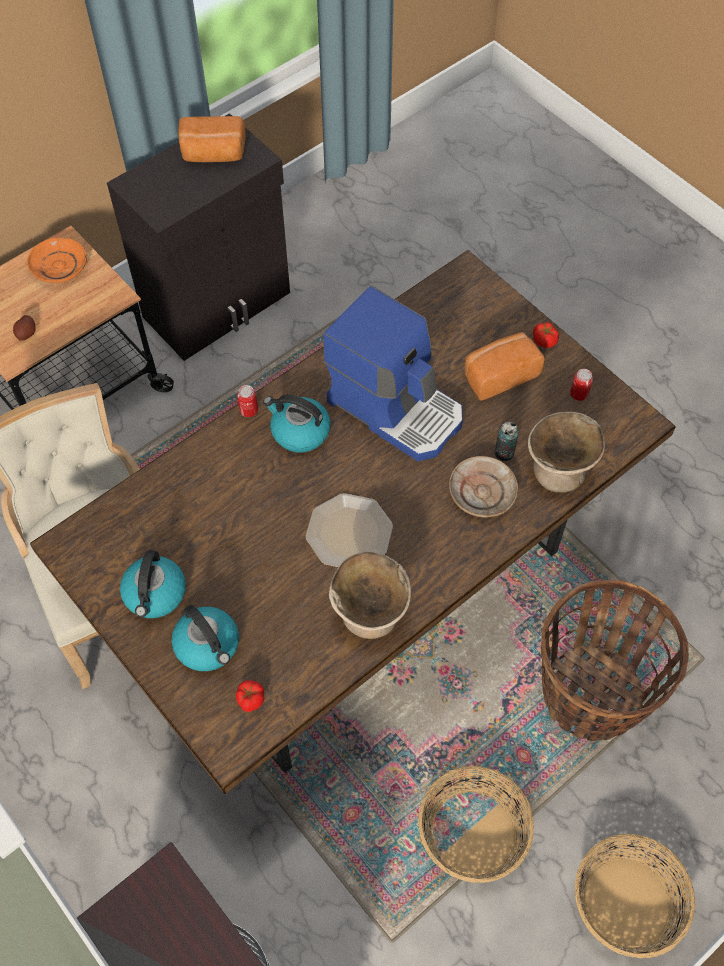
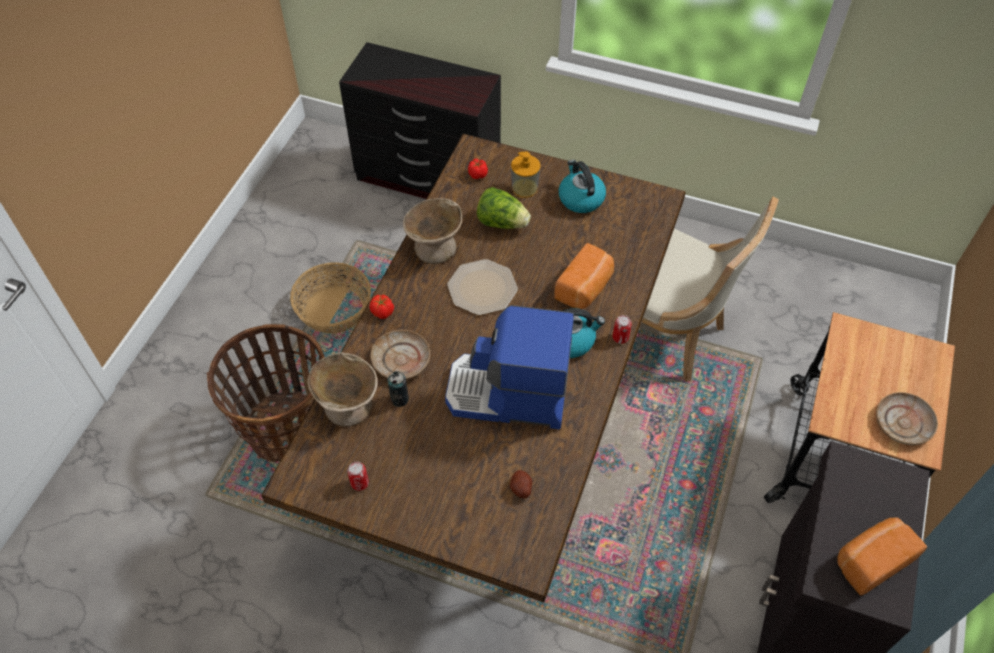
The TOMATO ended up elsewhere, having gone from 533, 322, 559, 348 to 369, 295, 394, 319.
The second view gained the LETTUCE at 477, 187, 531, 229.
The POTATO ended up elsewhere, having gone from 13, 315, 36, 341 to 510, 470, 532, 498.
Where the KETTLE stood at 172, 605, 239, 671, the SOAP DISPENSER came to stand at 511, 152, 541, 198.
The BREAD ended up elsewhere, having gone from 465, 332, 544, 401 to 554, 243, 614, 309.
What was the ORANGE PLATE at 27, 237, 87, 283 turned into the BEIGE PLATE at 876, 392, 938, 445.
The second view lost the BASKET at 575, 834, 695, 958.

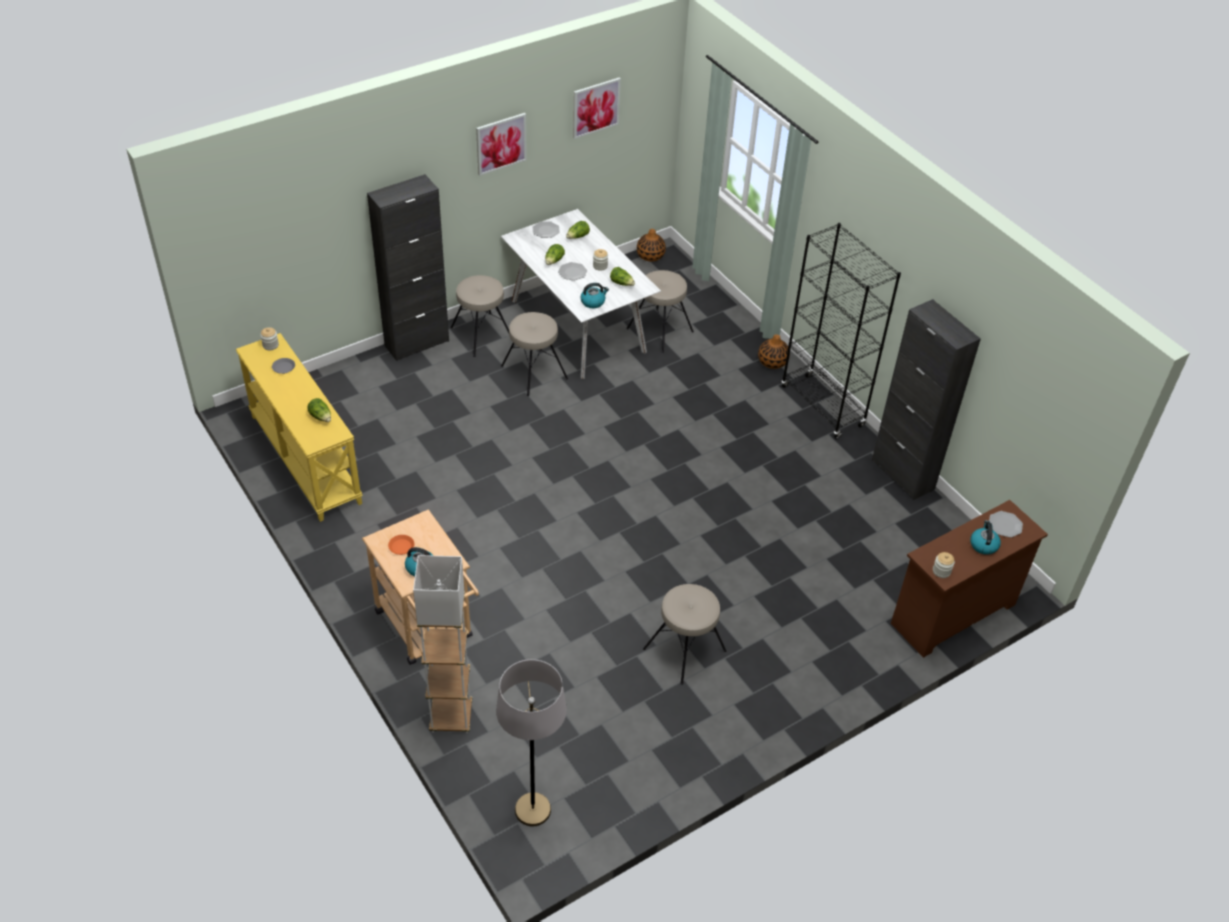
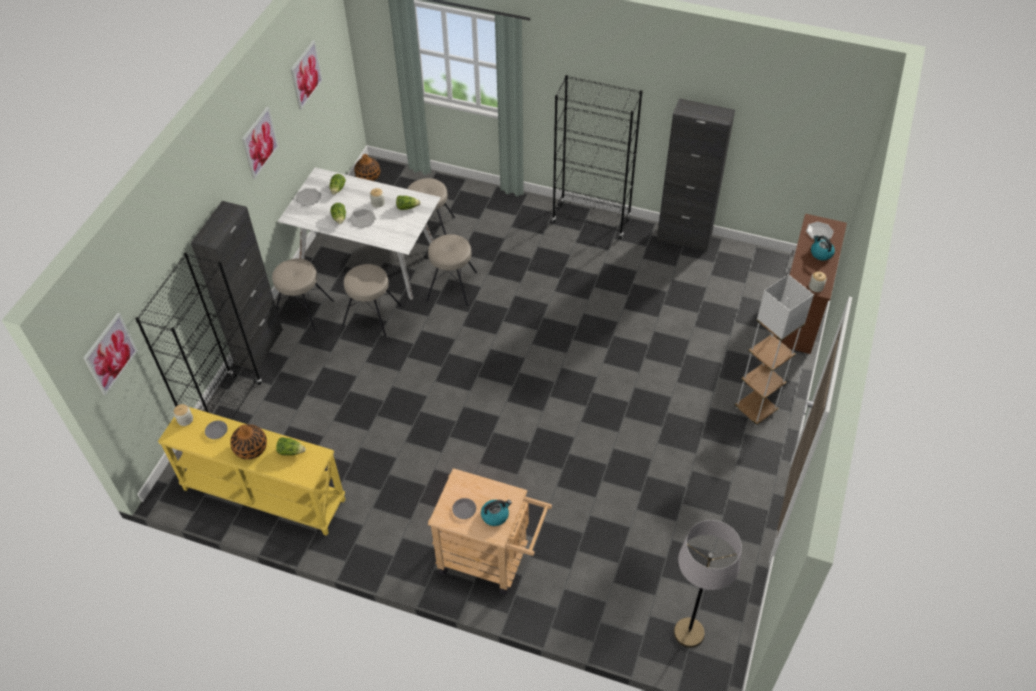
The second view gained the PICTURE at 83, 313, 138, 396.
The second view gained the BLACK BOOKCASE at 135, 252, 261, 420.
The VASE ended up elsewhere, having gone from 758, 334, 790, 369 to 230, 424, 267, 460.
The BEIGE STOOL ended up elsewhere, having gone from 643, 584, 727, 685 to 426, 234, 477, 306.
What was the ORANGE PLATE at 388, 535, 414, 555 turned into the GREY PLATE at 452, 498, 476, 519.
The WHITE FLOOR LAMP ended up elsewhere, having gone from 413, 555, 472, 733 to 735, 274, 814, 426.
The second view lost the KETTLE at 580, 283, 609, 308.

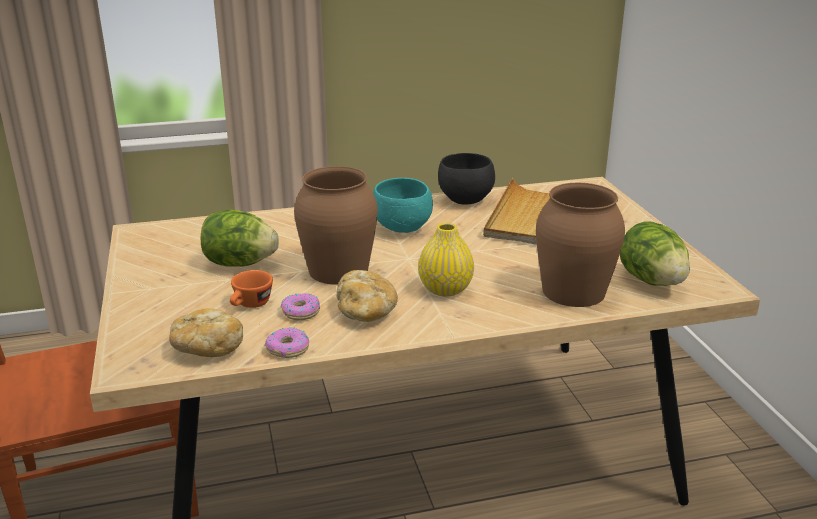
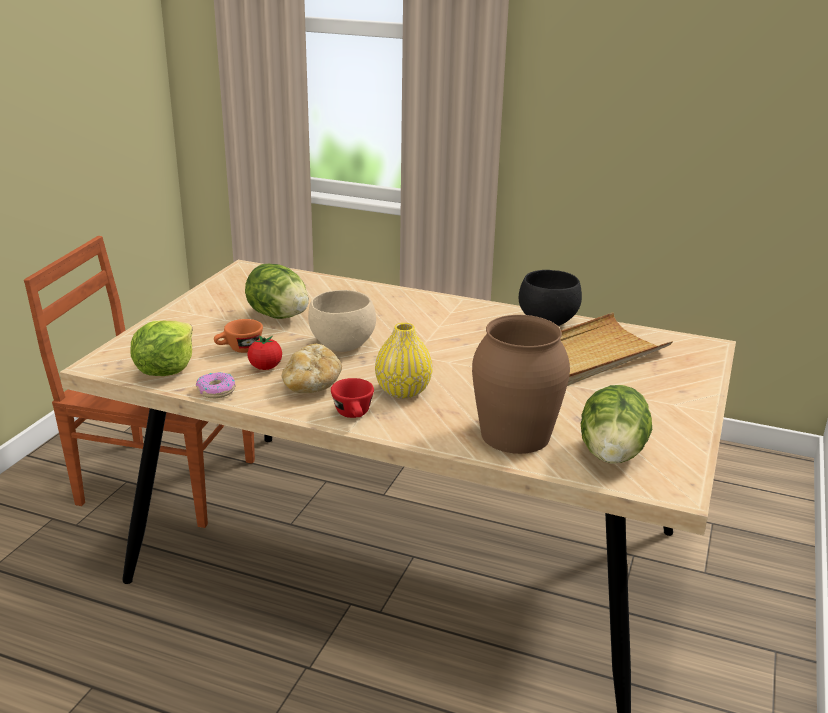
Where the BREAD stood at 169, 308, 243, 357, the LETTUCE came to stand at 130, 321, 193, 376.
Where the DONUT stood at 281, 293, 320, 320, the TOMATO came to stand at 247, 336, 282, 370.
Where the BROWN VASE stood at 294, 166, 378, 285, the BEIGE BOWL came to stand at 308, 290, 376, 352.
The second view gained the RED CUP at 331, 378, 374, 418.
The second view lost the TURQUOISE BOWL at 373, 178, 433, 233.

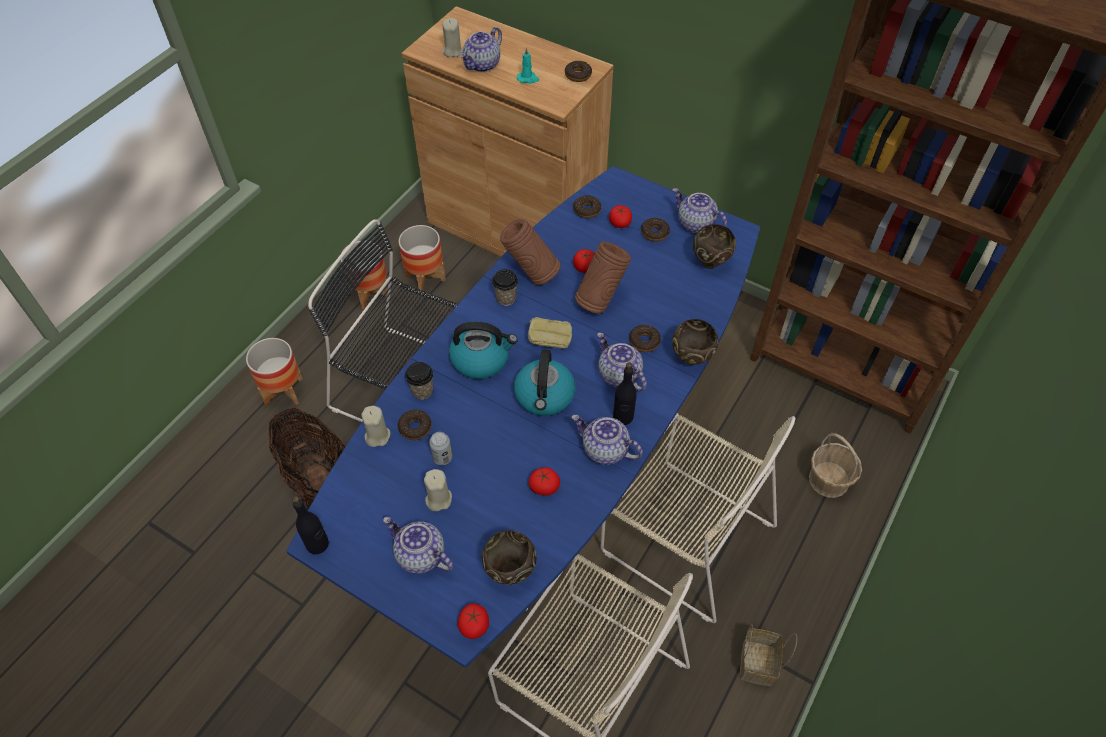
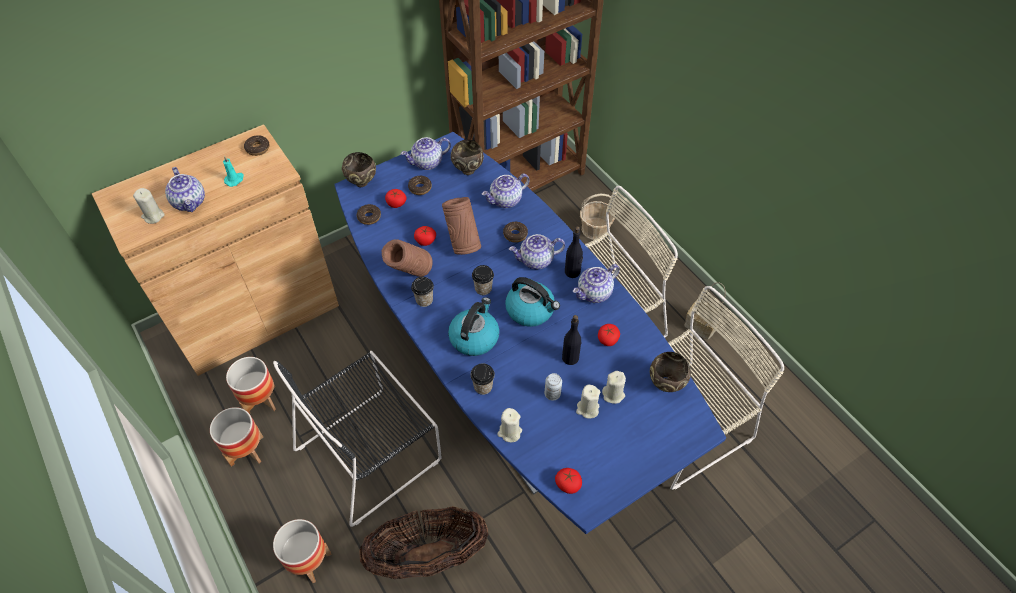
The BROWN BOWL ended up elsewhere, having gone from 672, 319, 719, 365 to 342, 152, 376, 187.
Where the BREAD stood at 528, 317, 572, 349, the CUP came to stand at 472, 265, 494, 295.
The TEAPOT ended up elsewhere, having gone from 383, 517, 453, 574 to 482, 174, 530, 208.
The TOMATO ended up elsewhere, having gone from 458, 603, 489, 639 to 555, 468, 582, 494.
The BLACK BOTTLE ended up elsewhere, having gone from 292, 496, 329, 554 to 562, 315, 581, 365.
The second view gained the BEIGE CANDLE at 602, 371, 626, 404.
The second view lost the DONUT at 398, 410, 432, 440.

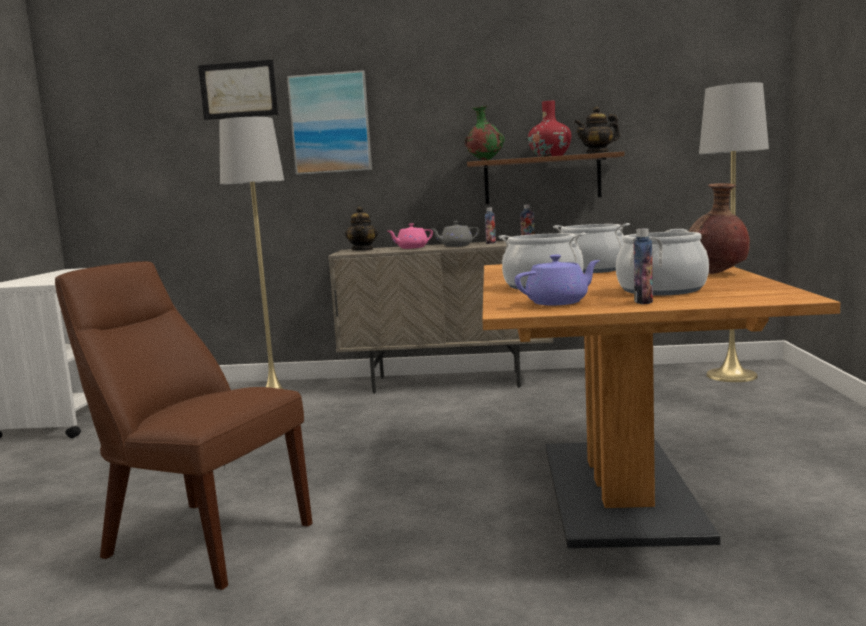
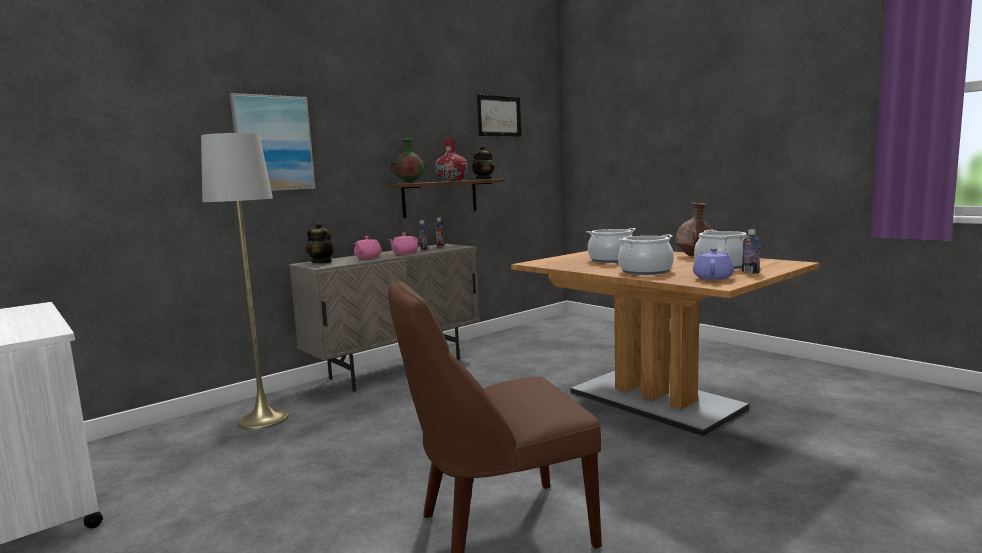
What was the GREY TEAPOT at 430, 221, 479, 247 turned into the PINK TEAPOT at 389, 233, 418, 254.
The PICTURE ended up elsewhere, having gone from 198, 59, 278, 120 to 477, 95, 521, 137.
The second view lost the GREY FLOOR LAMP at 699, 82, 769, 382.

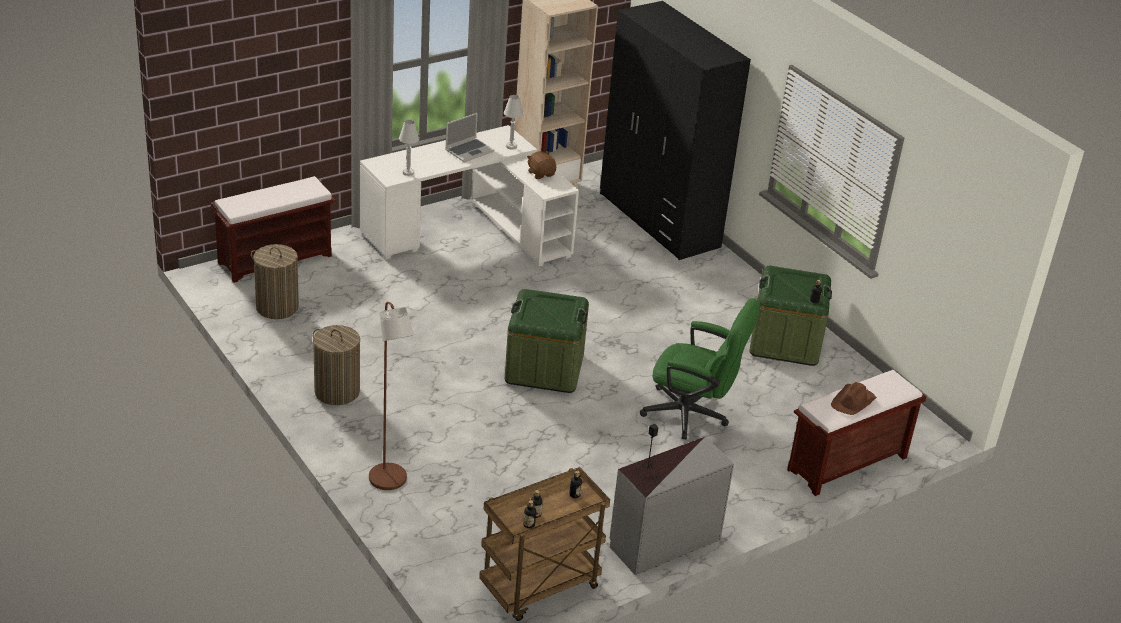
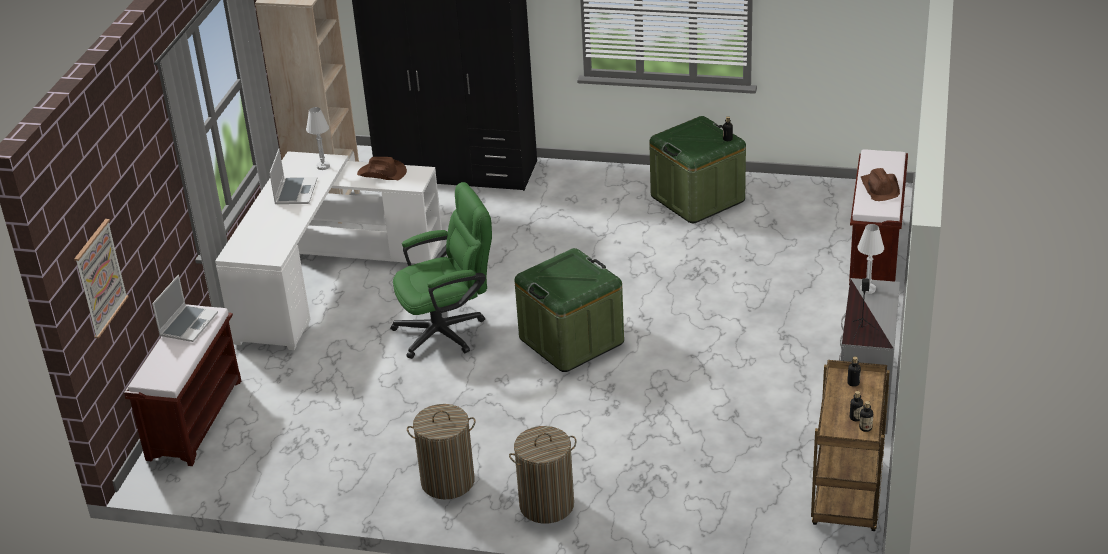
The second view gained the PICTURE at 74, 219, 128, 338.
The second view gained the LAPTOP at 152, 275, 218, 342.
Where the BROWN PLUSH TOY stood at 527, 151, 556, 179, the BROWN HAT came to stand at 357, 157, 407, 180.
The GREEN OFFICE CHAIR ended up elsewhere, having gone from 640, 298, 760, 440 to 390, 182, 492, 359.
The LAUNDRY BASKET ended up elsewhere, having gone from 251, 244, 300, 319 to 509, 426, 577, 524.
The WHITE TABLE LAMP ended up elsewhere, having gone from 399, 120, 419, 176 to 857, 224, 884, 294.
The second view lost the BROWN FLOOR LAMP at 369, 302, 414, 490.

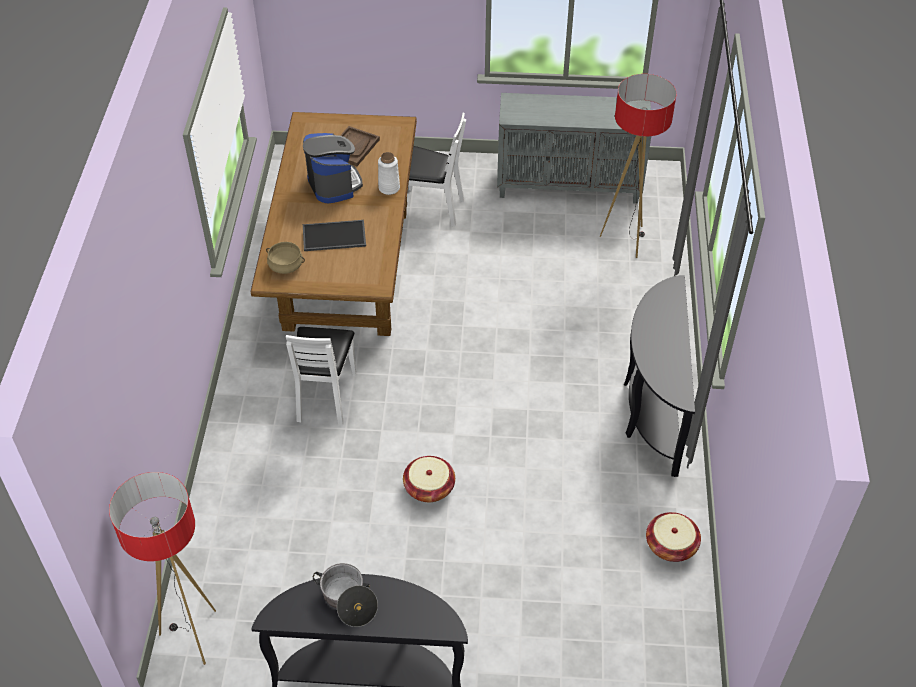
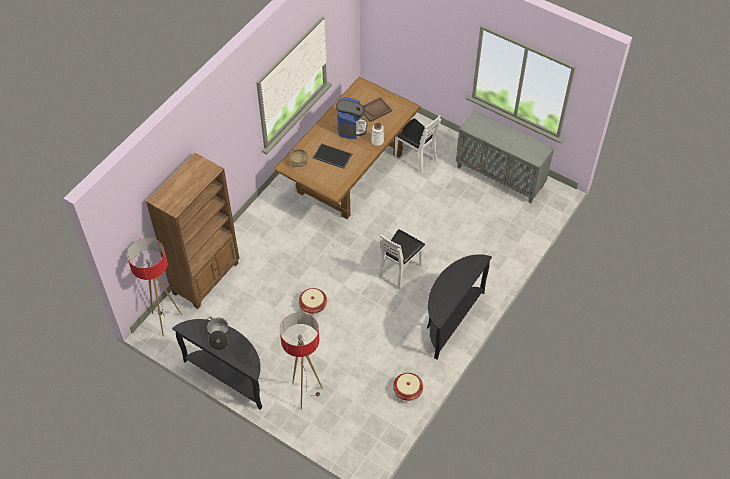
The second view gained the BROWN BOOKCASE at 146, 152, 239, 309.
The FLOOR LAMP ended up elsewhere, having gone from 600, 74, 676, 258 to 280, 312, 323, 410.
The WHITE CHAIR ended up elsewhere, having gone from 286, 327, 356, 426 to 378, 229, 425, 290.

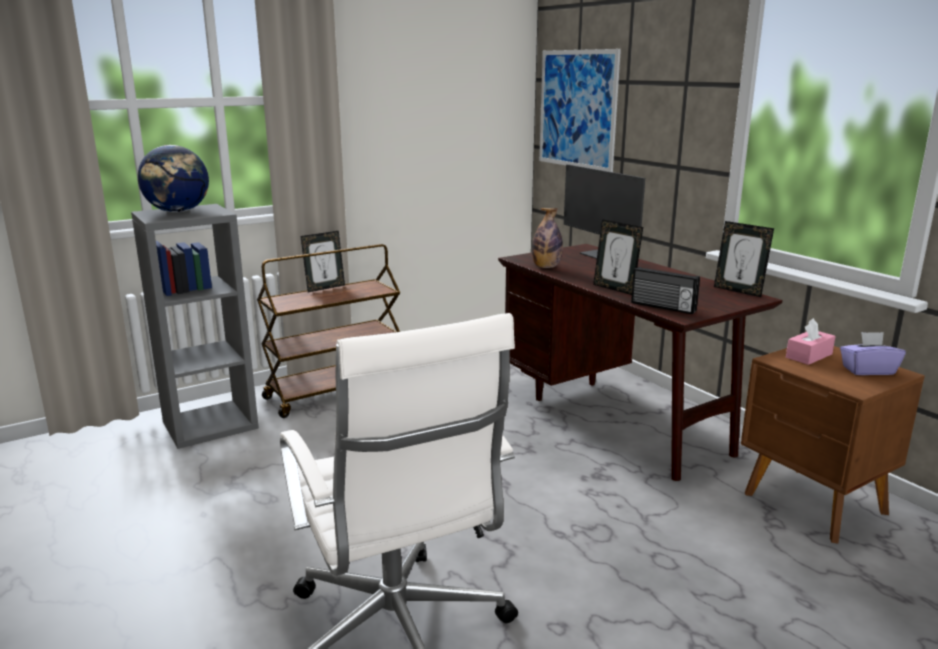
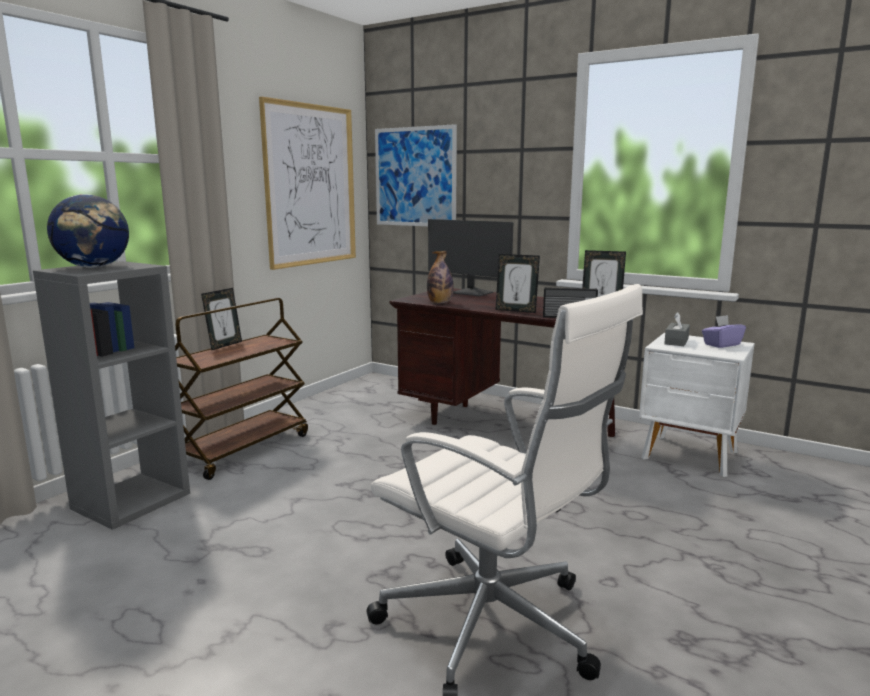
The second view gained the PICTURE at 259, 97, 356, 270.
What was the BROWN NIGHTSTAND at 741, 346, 925, 543 turned into the WHITE NIGHTSTAND at 639, 333, 755, 477.
What was the PINK TISSUE BOX at 786, 318, 836, 365 turned into the GREY TISSUE BOX at 664, 312, 690, 346.

